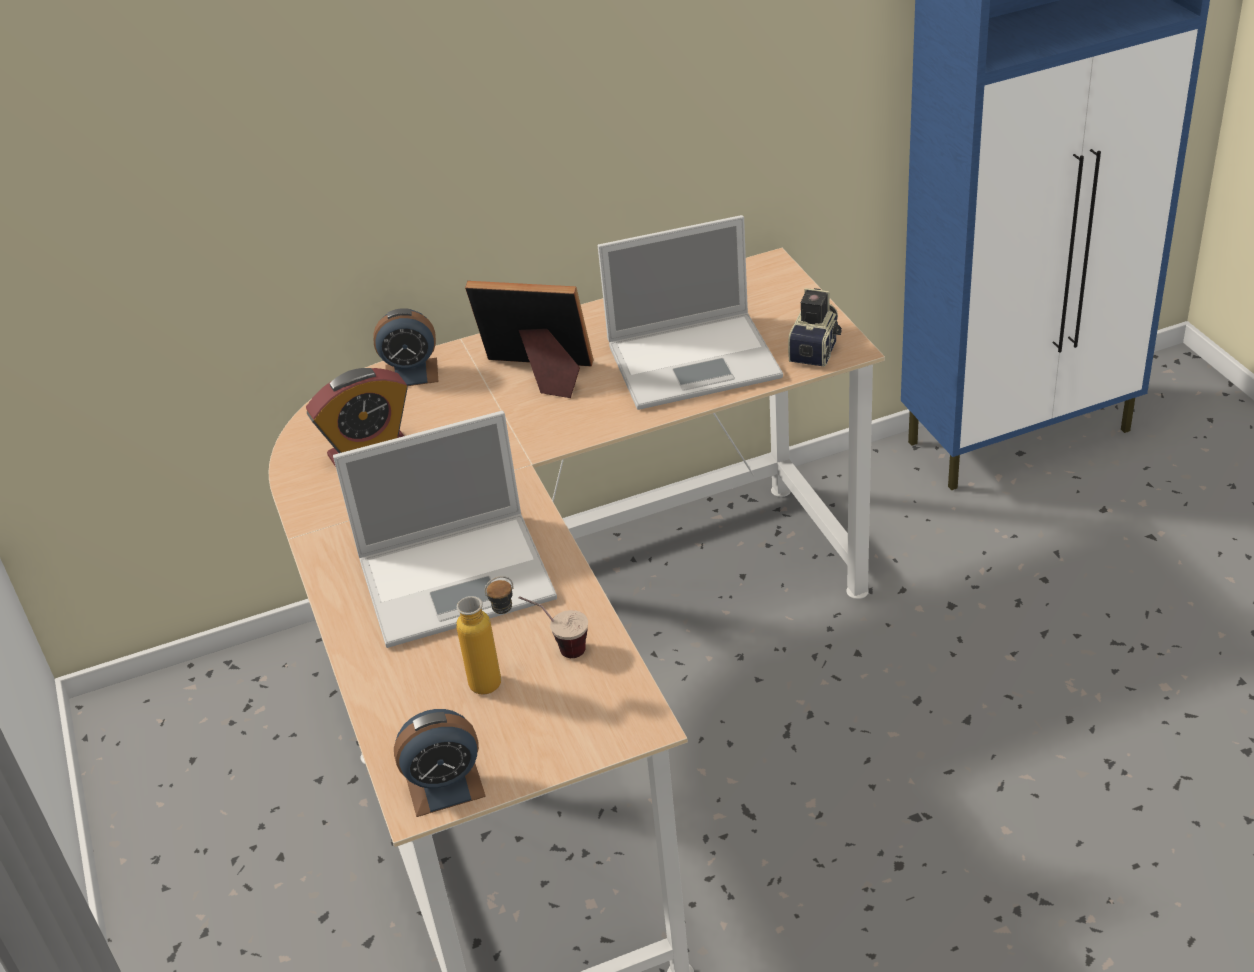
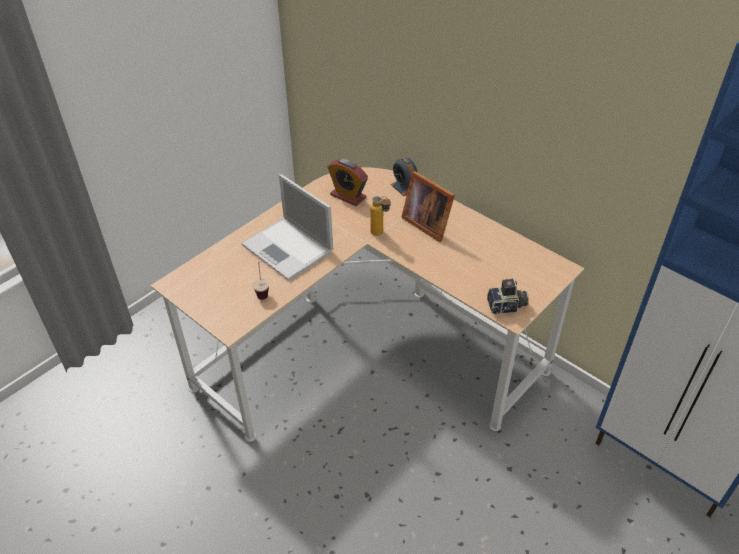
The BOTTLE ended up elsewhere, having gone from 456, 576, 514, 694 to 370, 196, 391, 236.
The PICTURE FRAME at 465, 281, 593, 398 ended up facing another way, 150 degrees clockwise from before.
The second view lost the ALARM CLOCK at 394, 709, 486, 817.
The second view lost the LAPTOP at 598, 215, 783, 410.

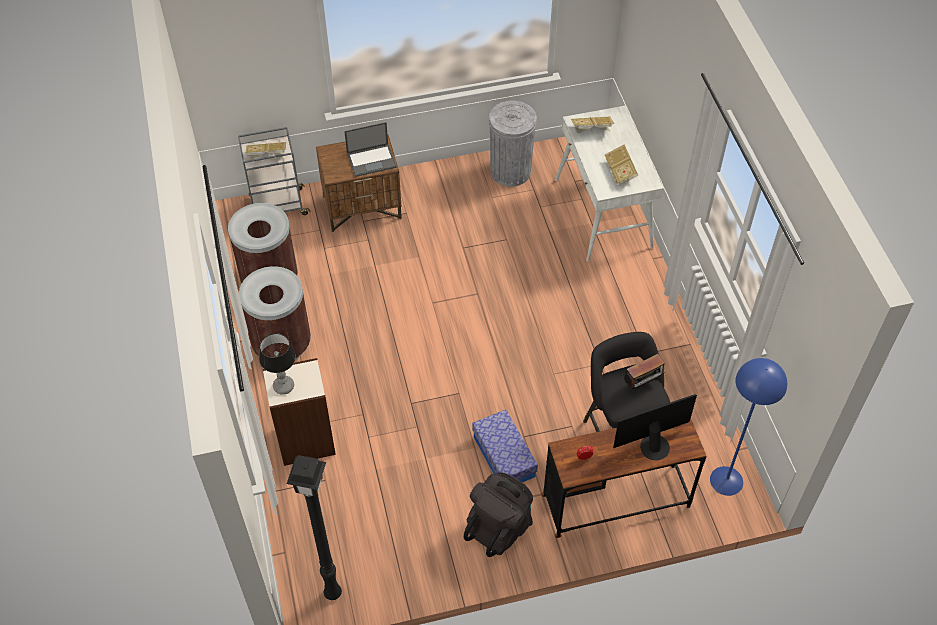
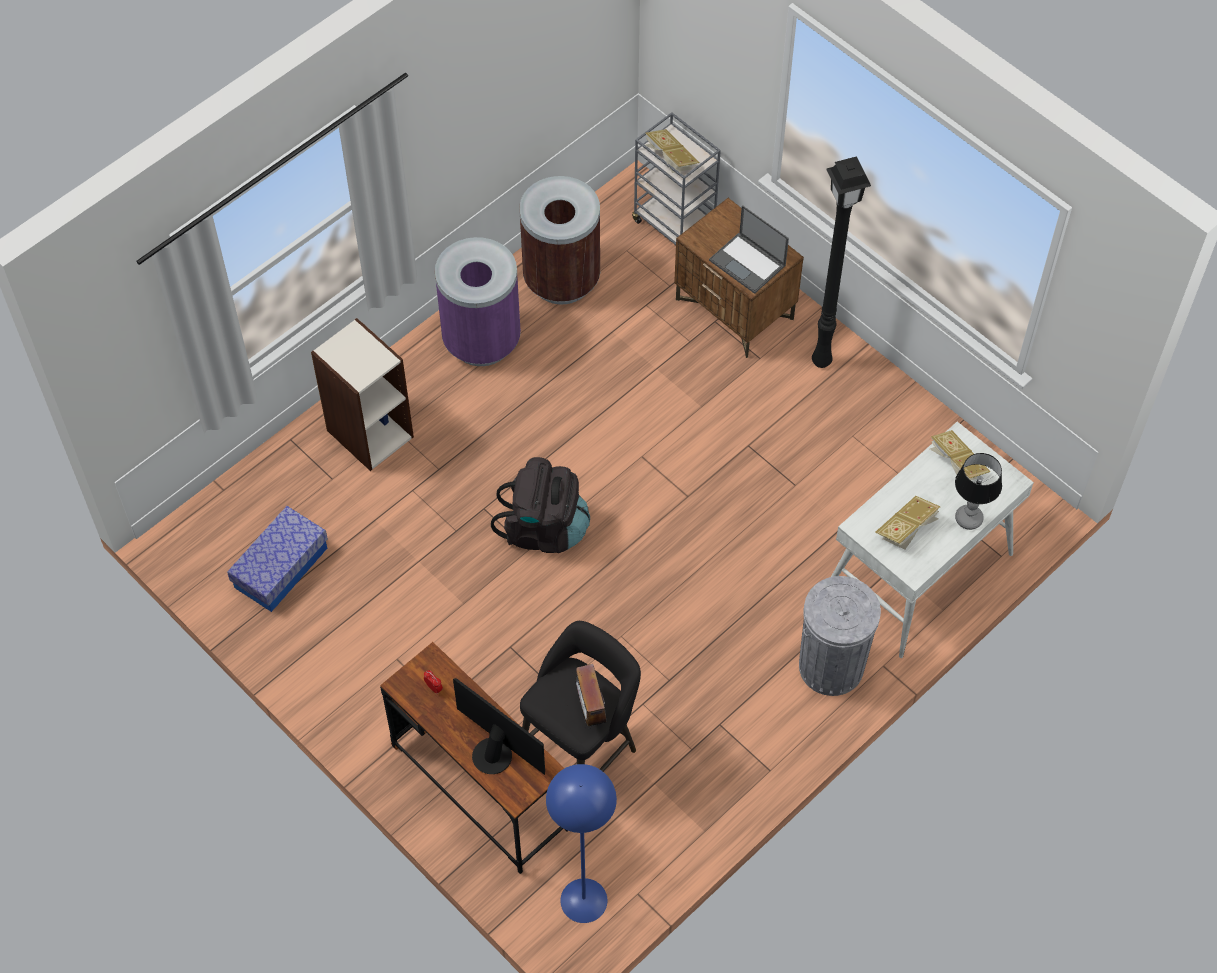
The STORAGE BOX ended up elsewhere, having gone from 472, 410, 538, 482 to 227, 506, 328, 612.
What was the BROWN TRASH CAN at 239, 266, 311, 360 turned into the PURPLE TRASH CAN at 435, 237, 521, 366.
The BLACK BACKPACK ended up elsewhere, having gone from 464, 473, 533, 557 to 491, 457, 590, 553.
The RADIO at 624, 354, 666, 390 ended up facing another way, 45 degrees clockwise from before.
The GREY TRASH CAN ended up elsewhere, having gone from 489, 101, 537, 187 to 799, 576, 881, 696.
The BLACK FLOOR LAMP ended up elsewhere, having gone from 287, 455, 342, 600 to 812, 156, 871, 368.
The TABLE LAMP ended up elsewhere, having gone from 259, 333, 296, 395 to 955, 453, 1002, 530.

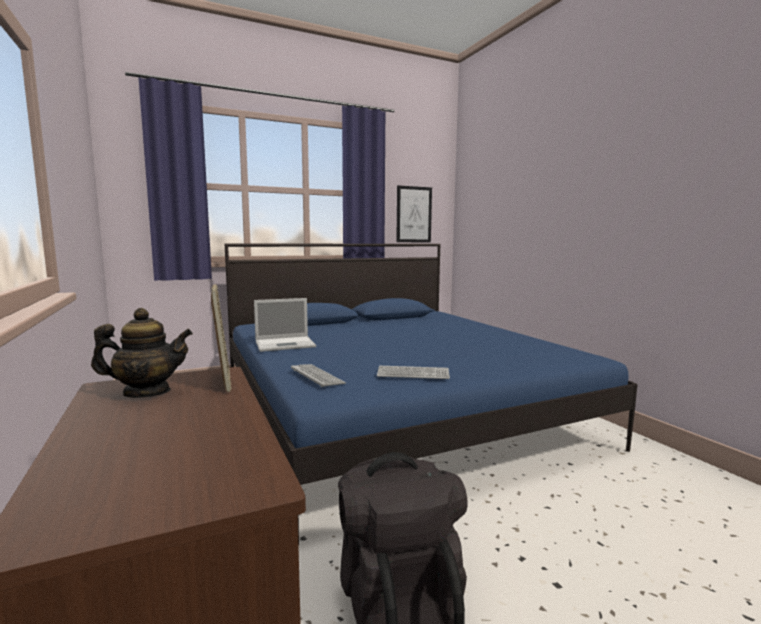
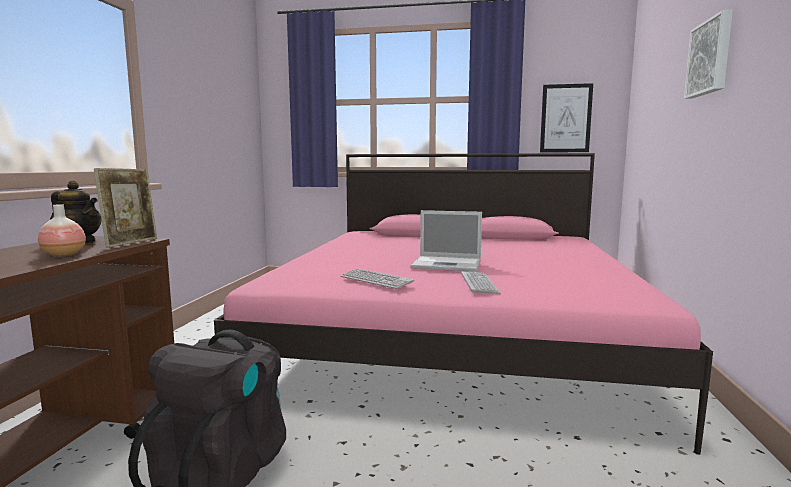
The second view gained the VASE at 38, 204, 86, 257.
What was the BLUE BED at 225, 244, 638, 546 turned into the PINK BED at 214, 153, 713, 455.
The LAPTOP ended up elsewhere, having gone from 254, 298, 316, 352 to 410, 210, 482, 272.
The KEYBOARD ended up elsewhere, having gone from 291, 364, 346, 387 to 461, 271, 501, 294.
The second view gained the PICTURE at 684, 10, 733, 99.

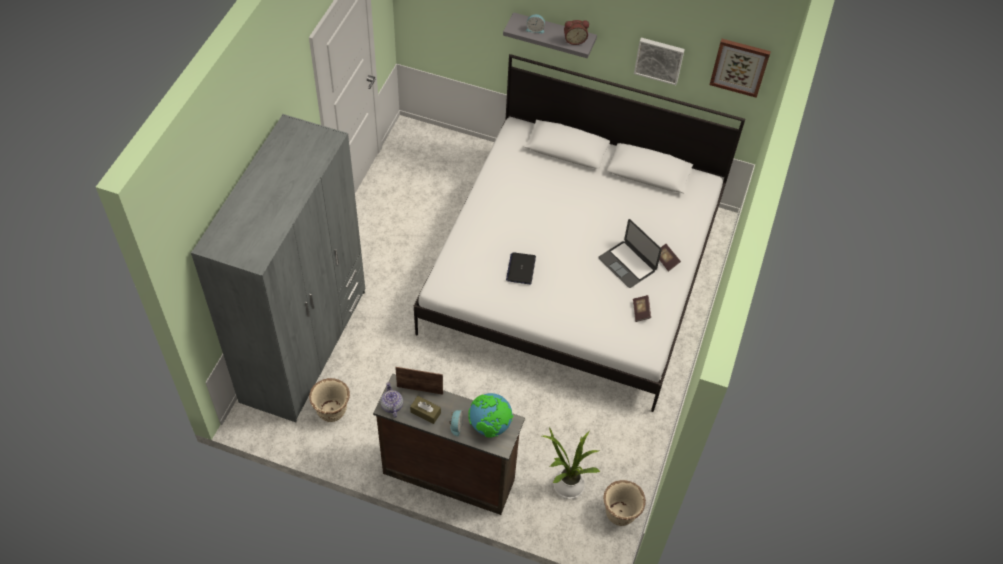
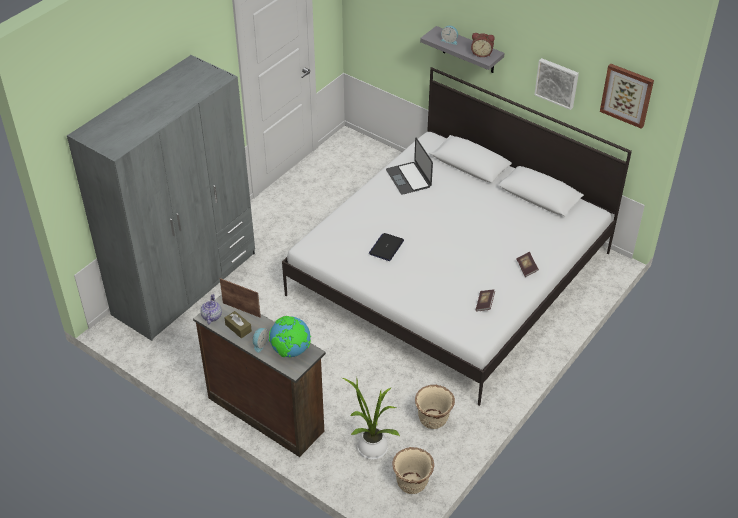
The LAPTOP ended up elsewhere, having gone from 598, 219, 662, 288 to 386, 137, 433, 195.
The BEIGE PLANTER ended up elsewhere, having gone from 309, 378, 350, 422 to 415, 385, 455, 429.

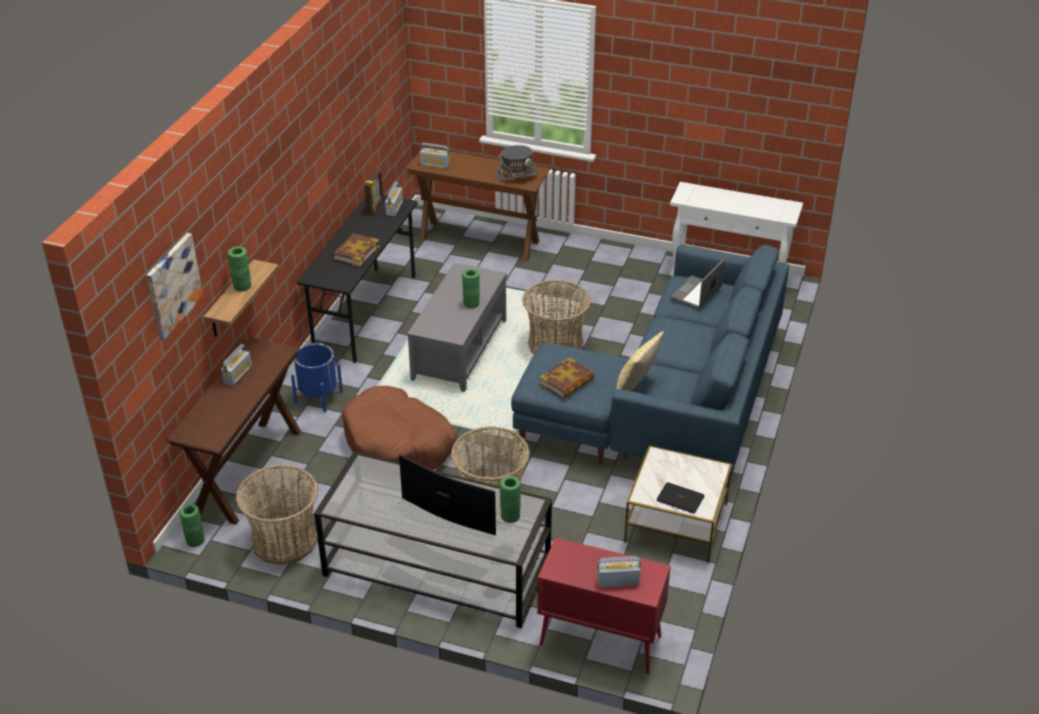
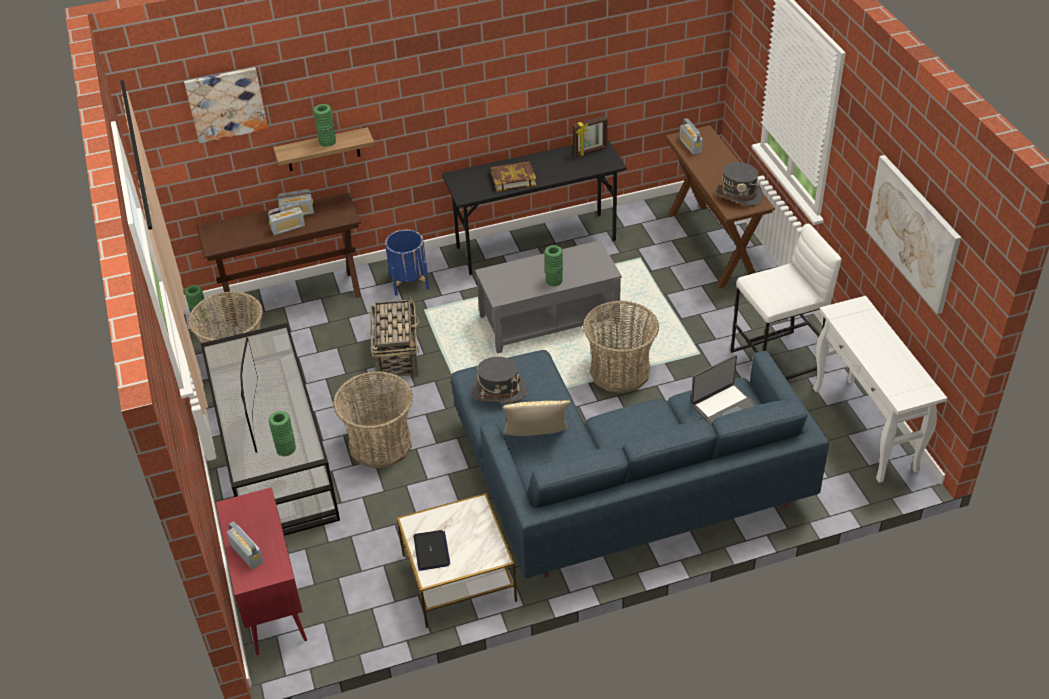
The RADIO ended up elsewhere, having gone from 385, 182, 403, 216 to 268, 203, 305, 235.
Where the BROWN DOG BED stood at 342, 386, 457, 470, the BASKET came to stand at 370, 295, 419, 381.
Where the BOOK stood at 539, 357, 594, 399, the GREY HAT came to stand at 471, 357, 527, 403.
The LAPTOP at 670, 259, 725, 310 ended up facing another way, 150 degrees clockwise from before.
The second view gained the WHITE STOOL at 730, 224, 841, 380.
The second view gained the PICTURE at 866, 155, 961, 314.

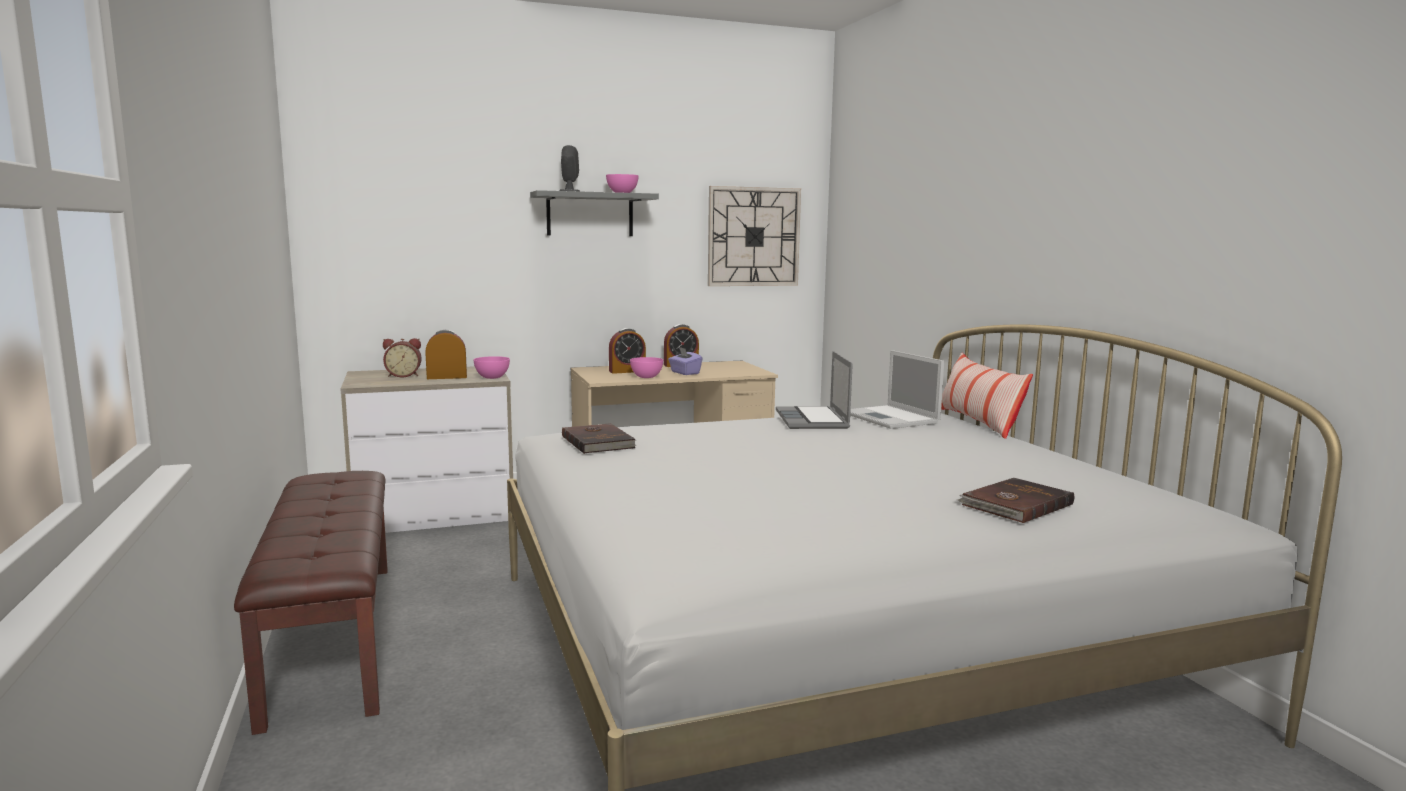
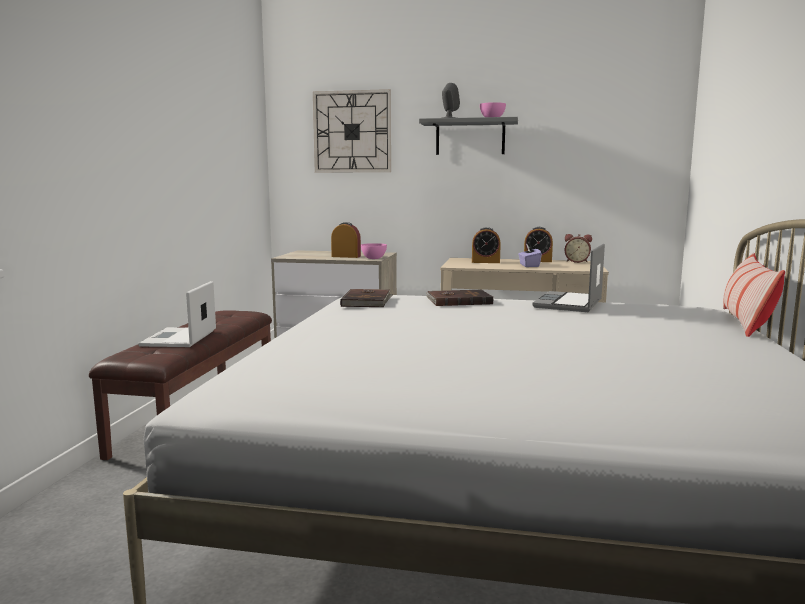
The LAPTOP ended up elsewhere, having gone from 850, 350, 944, 429 to 138, 281, 216, 347.
The WALL CLOCK ended up elsewhere, having gone from 708, 186, 801, 286 to 313, 89, 391, 172.
The BROWN BOOK ended up elsewhere, having gone from 957, 478, 1074, 523 to 426, 290, 493, 306.
The ALARM CLOCK ended up elsewhere, having gone from 383, 338, 422, 377 to 565, 234, 592, 263.
The second view lost the PINK BOWL at 630, 357, 663, 378.

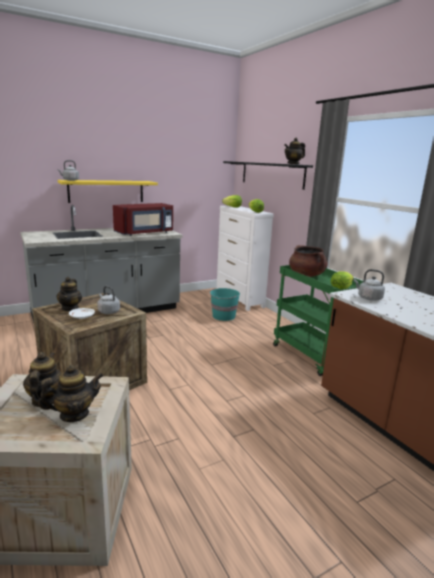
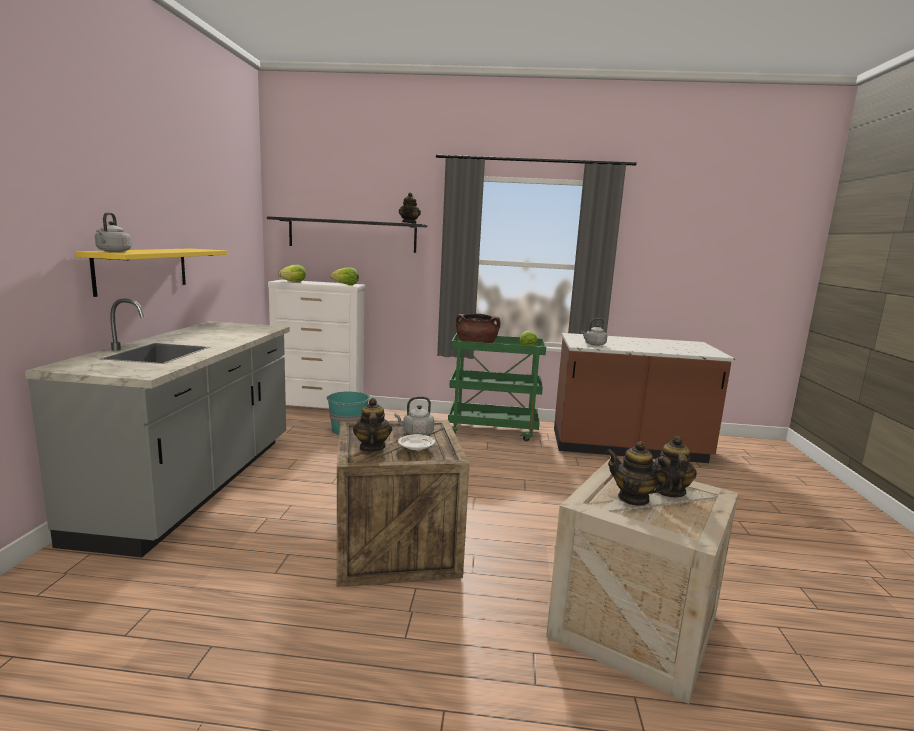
The TEAPOT at 57, 277, 82, 311 ended up facing another way, 135 degrees counterclockwise from before.
The second view lost the RED MICROWAVE at 113, 203, 173, 236.

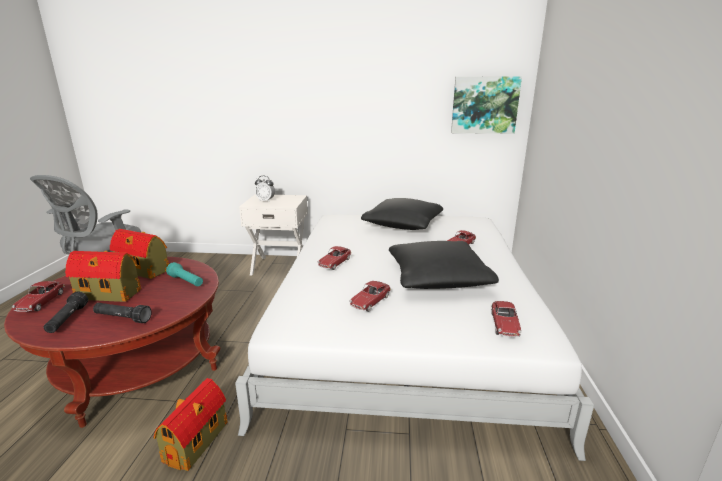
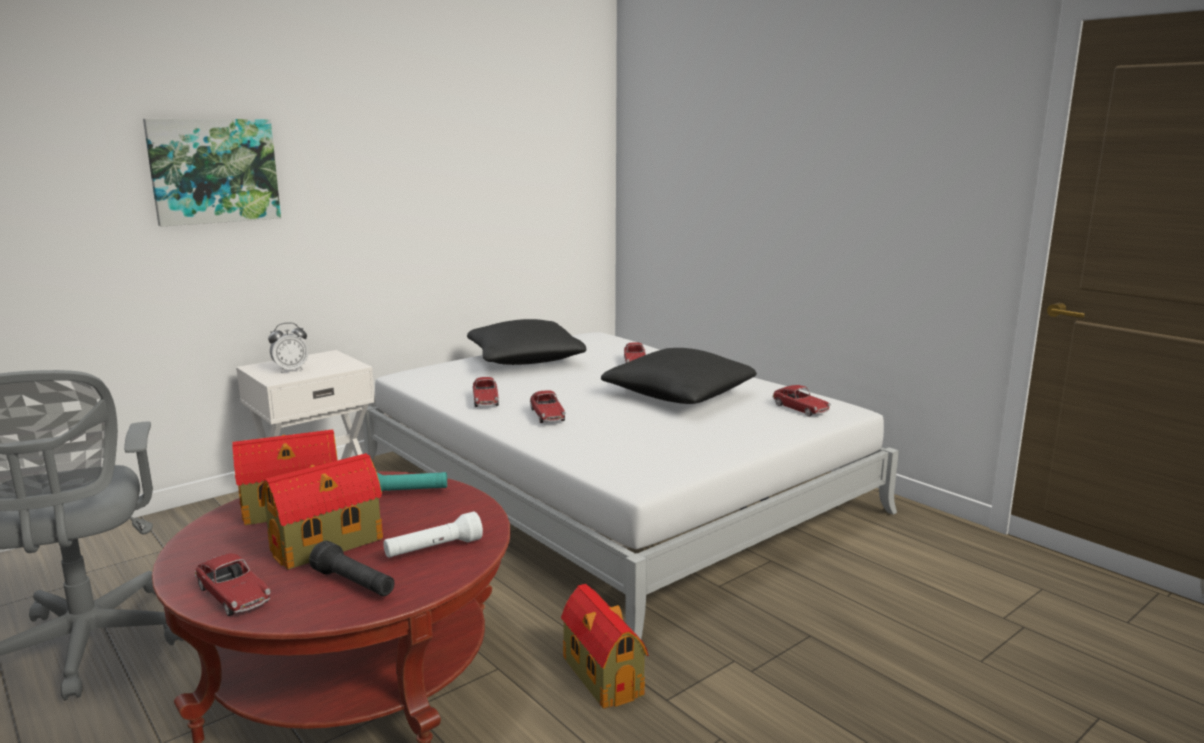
The PICTURE ended up elsewhere, having gone from 451, 77, 522, 134 to 143, 119, 281, 227.
What was the BLACK FLASHLIGHT at 93, 303, 152, 323 turned into the WHITE FLASHLIGHT at 383, 511, 483, 558.
The TOY CAR ended up elsewhere, having gone from 349, 281, 391, 312 to 473, 377, 499, 407.

